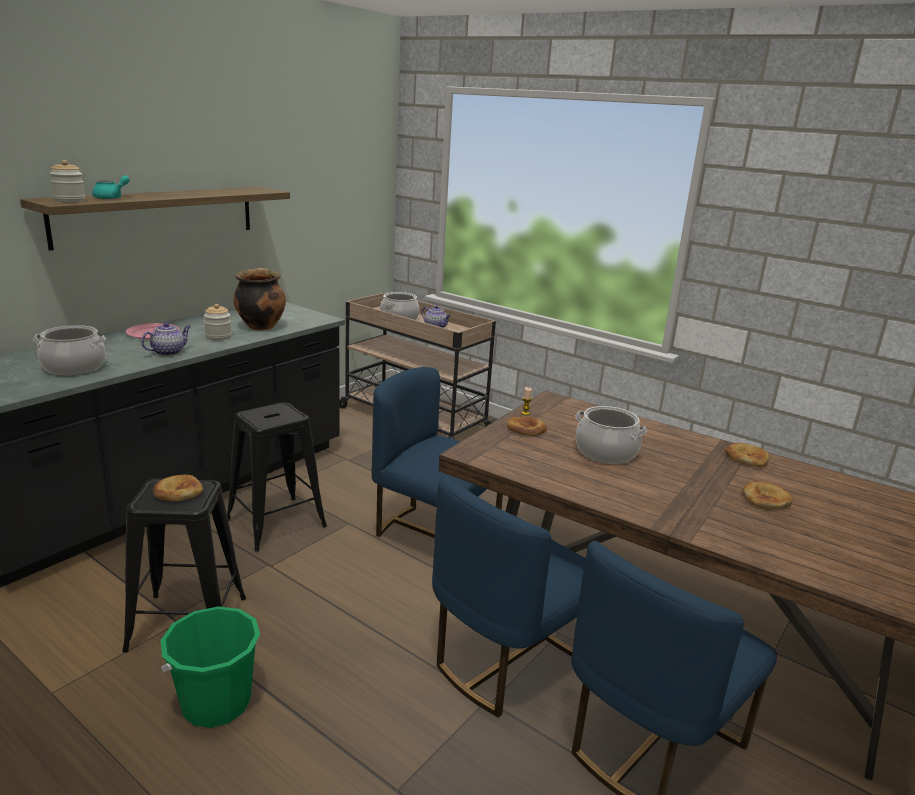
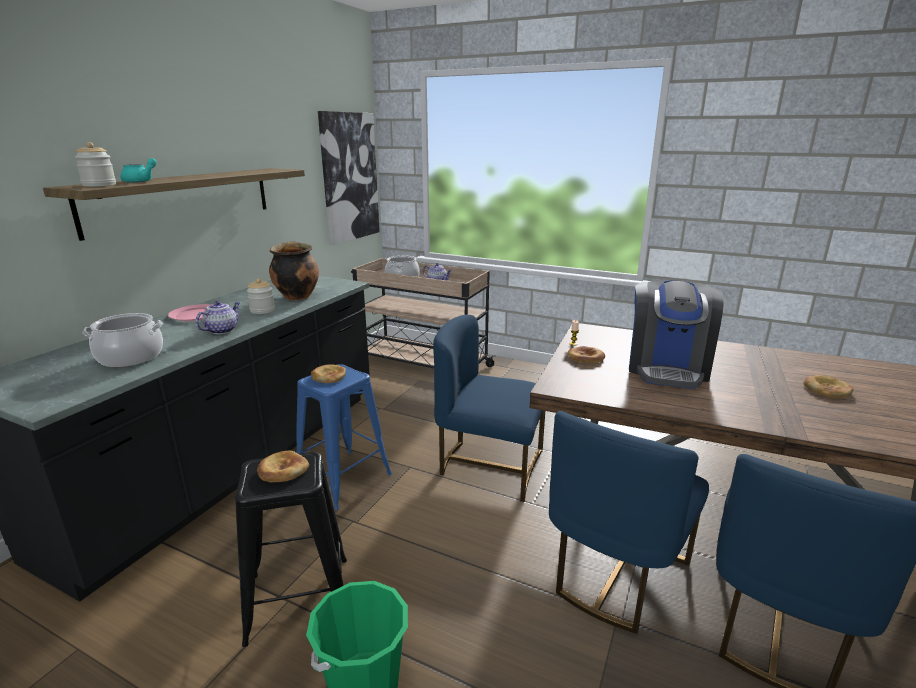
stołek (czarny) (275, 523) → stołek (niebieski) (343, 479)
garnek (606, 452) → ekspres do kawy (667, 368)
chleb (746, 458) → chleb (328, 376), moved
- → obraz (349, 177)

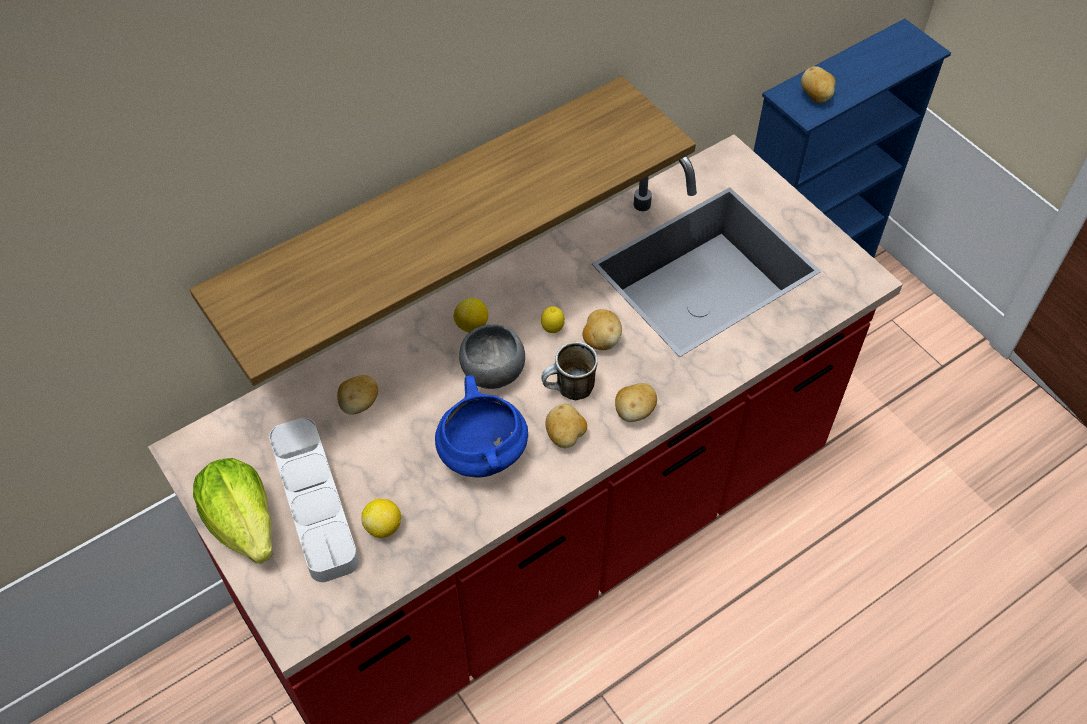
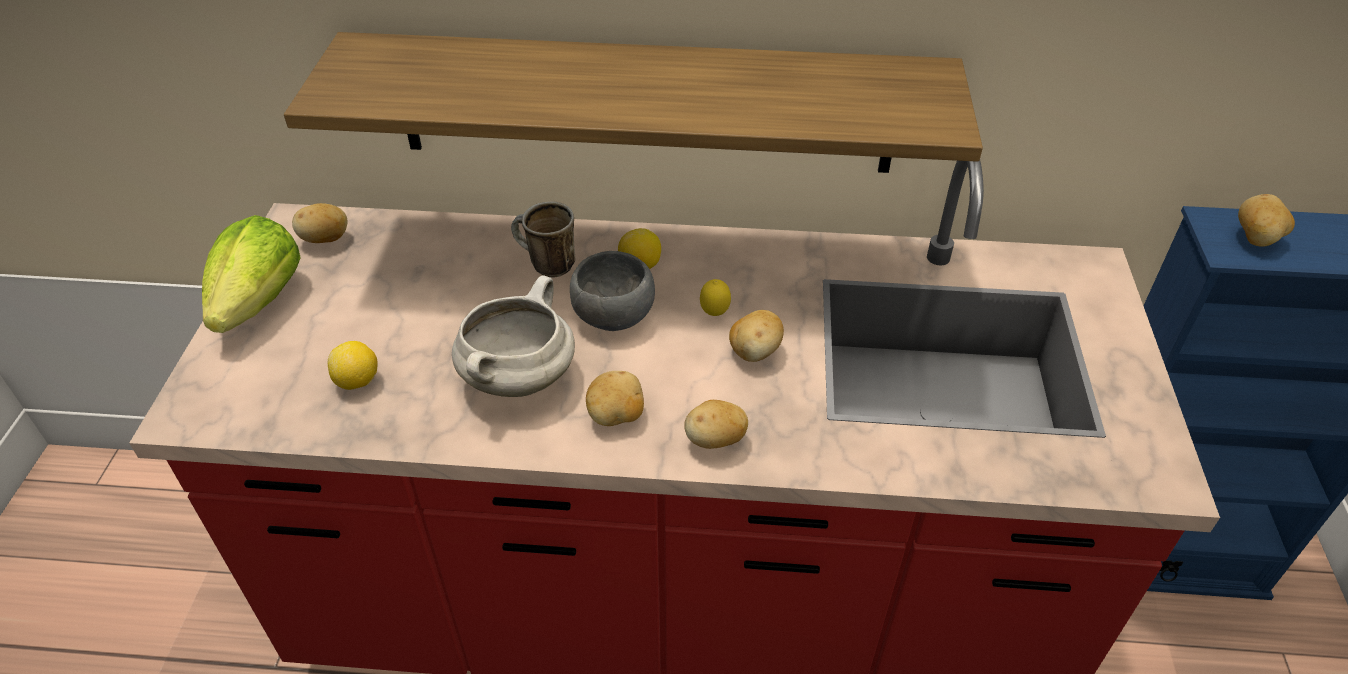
taca (szary) (314, 502) → -
ziemniak (359, 404) → ziemniak (325, 239), moved
garnek (niebieski) (481, 452) → garnek (biały) (518, 377)
kubek (569, 391) → kubek (545, 265), moved

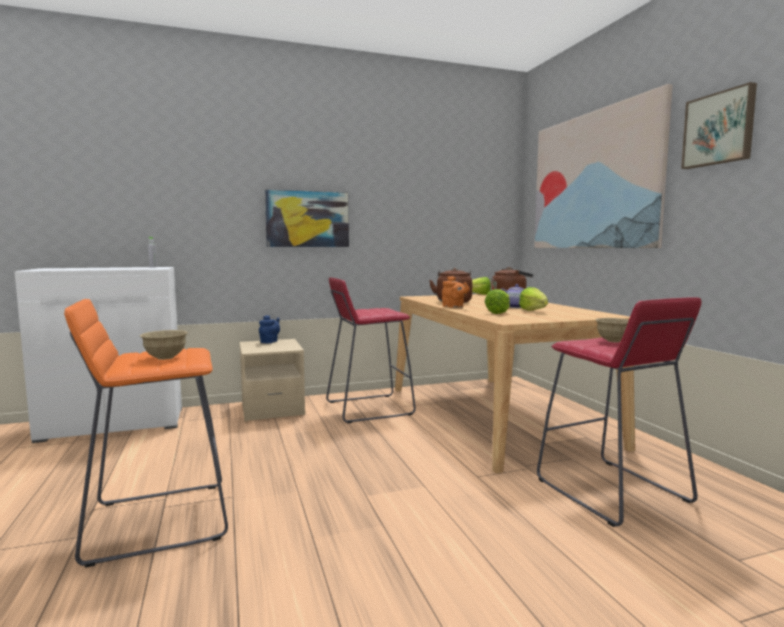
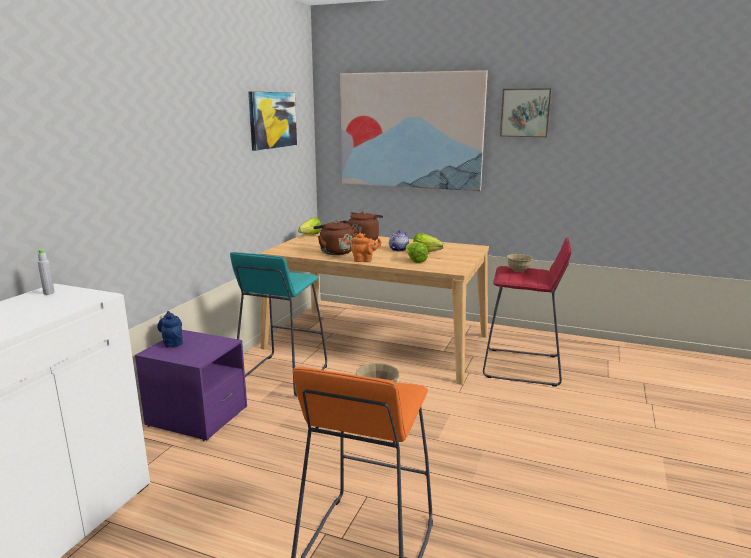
szafka nocna (beżowy) (272, 409) → szafka nocna (fioletowy) (197, 416)
obraz (307, 219) → obraz (272, 120), moved
stołek (czerwony) (368, 408) → stołek (turkusowy) (281, 375)

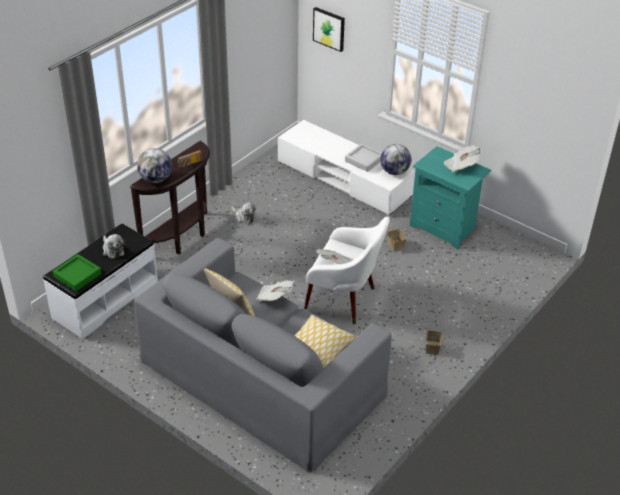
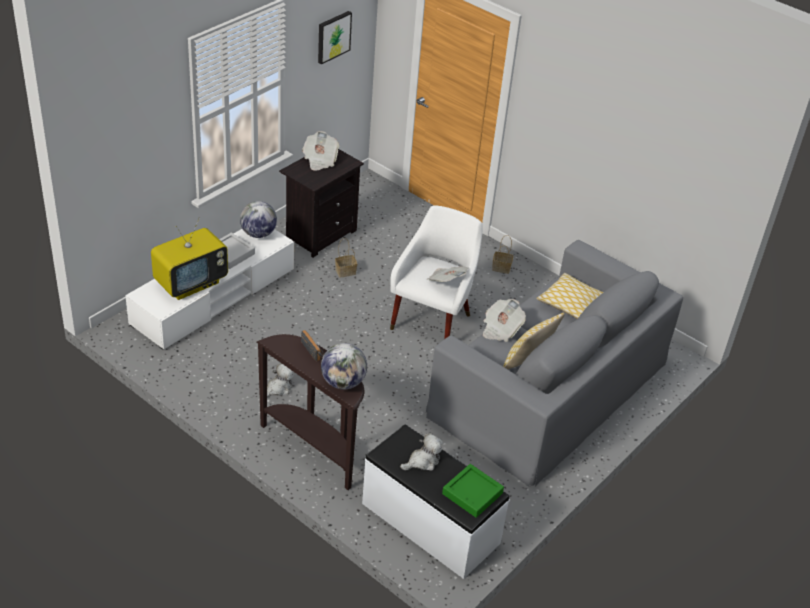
obraz (329, 28) → obraz (333, 36), moved
szafka nocna (turkusowy) (444, 227) → szafka nocna (czarny) (319, 234)
- → telewizor (191, 283)

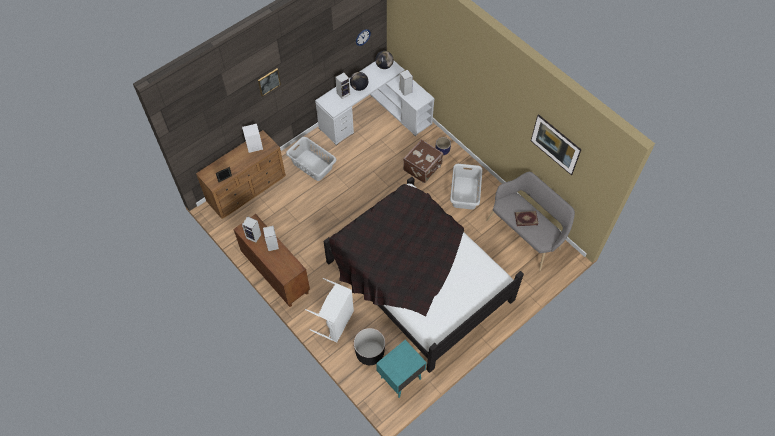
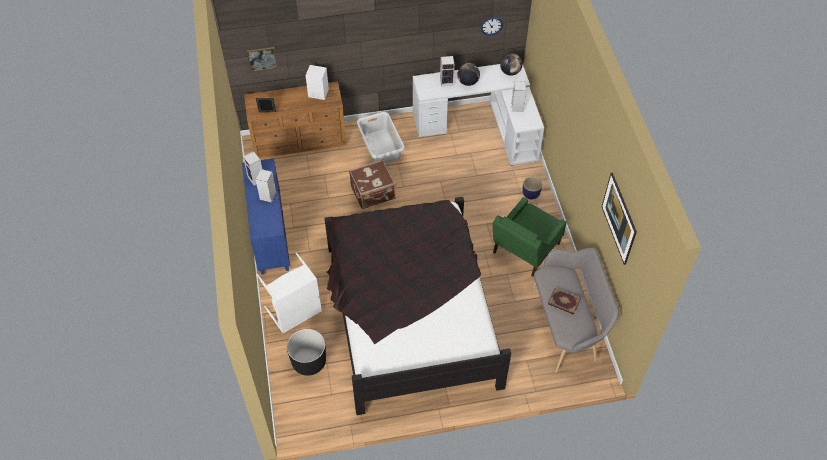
szafka (brązowy) (275, 274) → szafka (niebieski) (269, 235)
obraz (269, 82) → obraz (262, 58), moved
szafka nocna (turkusowy) (400, 378) → -
walizka (brązowy) (423, 168) → walizka (brązowy) (373, 193), moved
kosz na pranie (szary) (464, 193) → fotel (zielony) (525, 249)

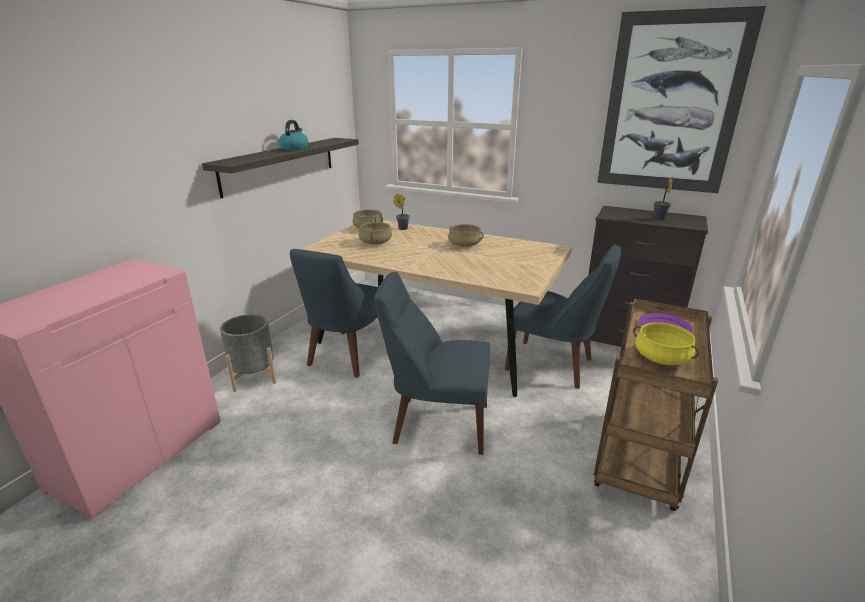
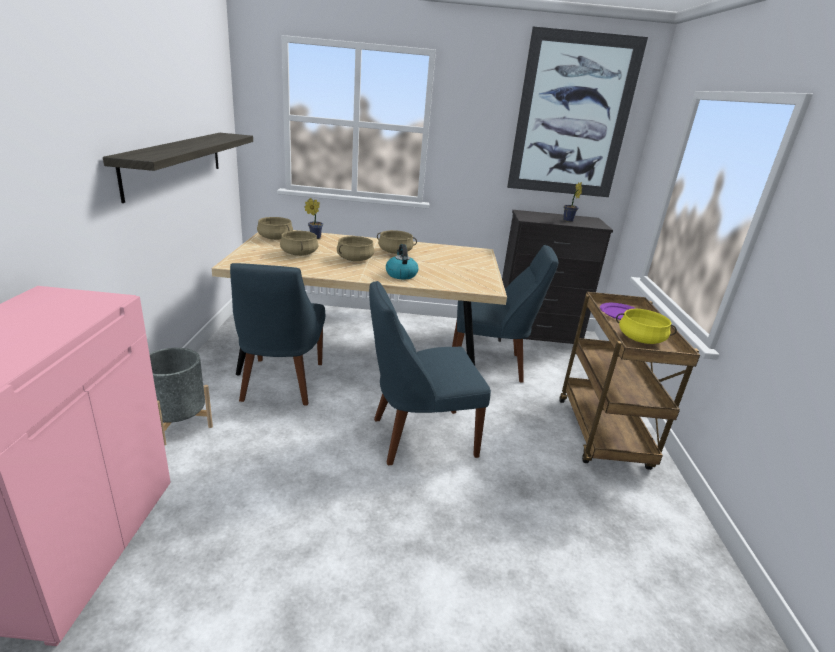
czajnik (294, 148) → czajnik (401, 274), moved
- → garnek (beżowy) (355, 259)

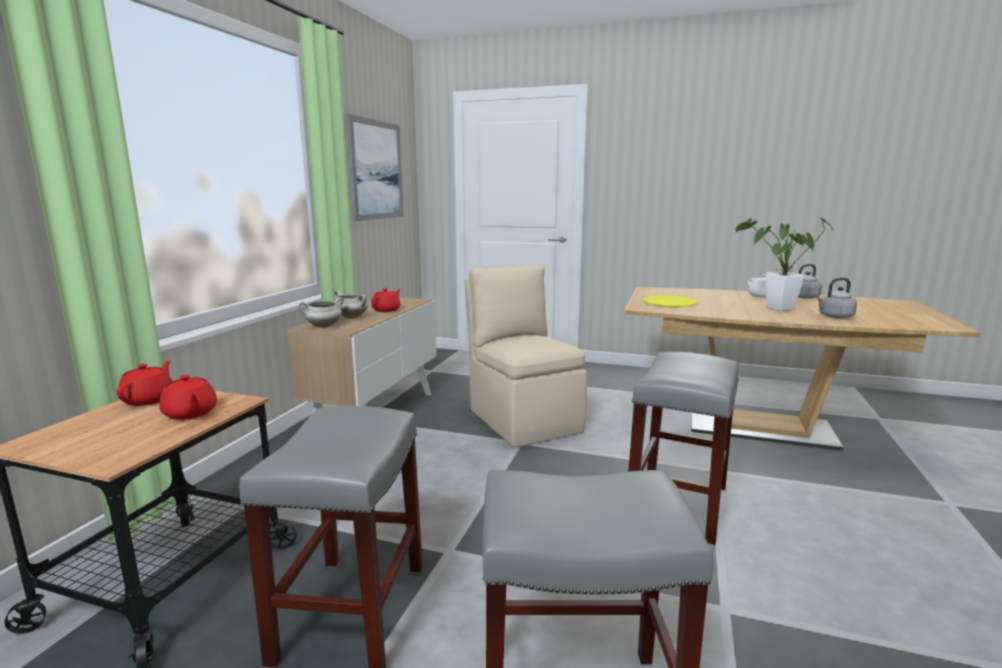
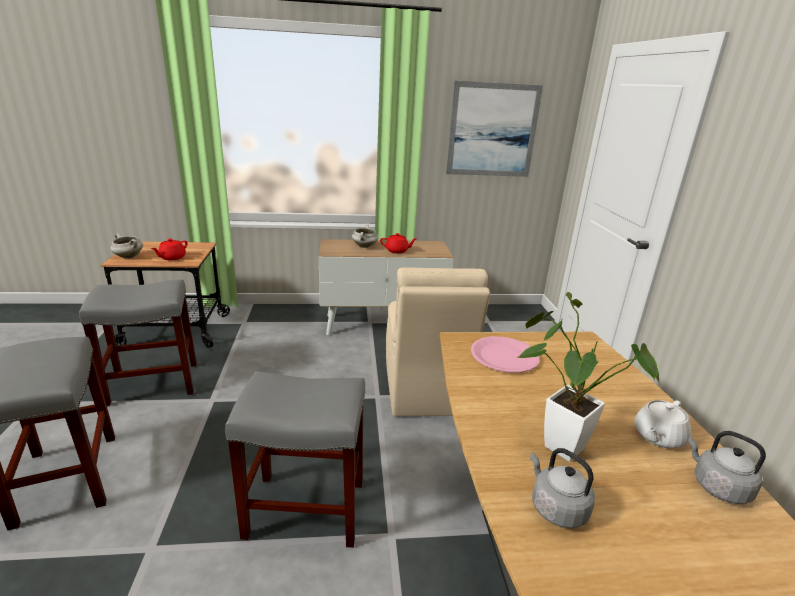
imbryk (czerwony) (149, 399) → -
garnek (biały) (323, 326) → garnek (biały) (128, 257), moved
krzesło (beżowy) (523, 419) → krzesło (beżowy) (424, 389), 135 degrees clockwise
talerz (żółty) (669, 303) → talerz (różowy) (504, 356)

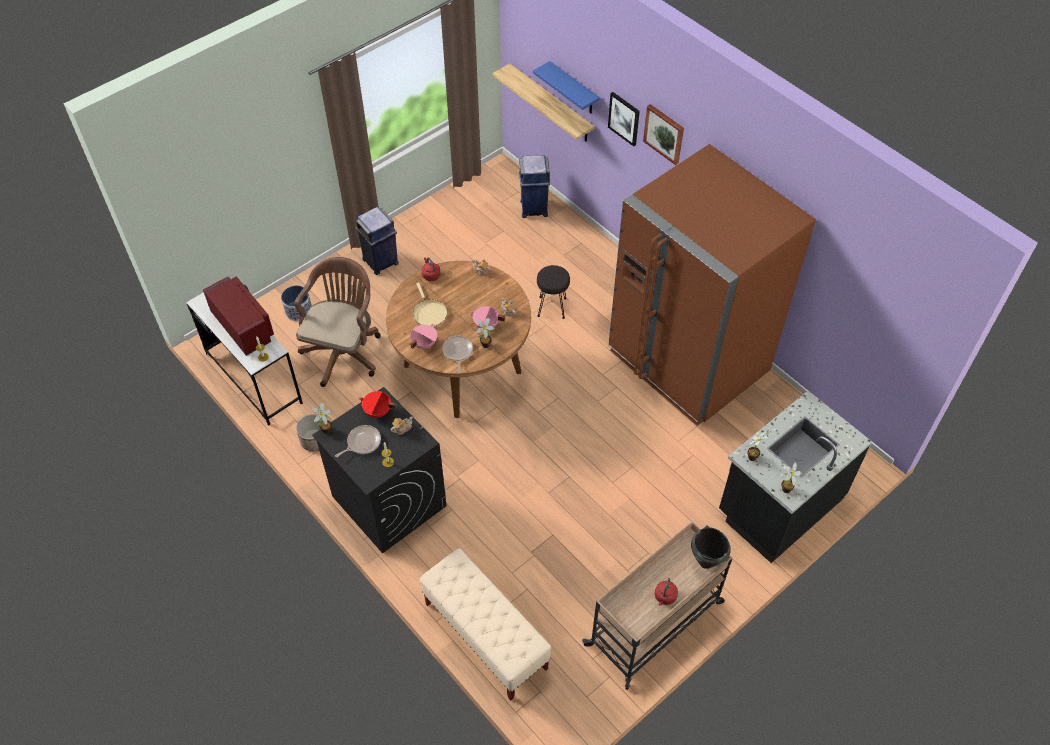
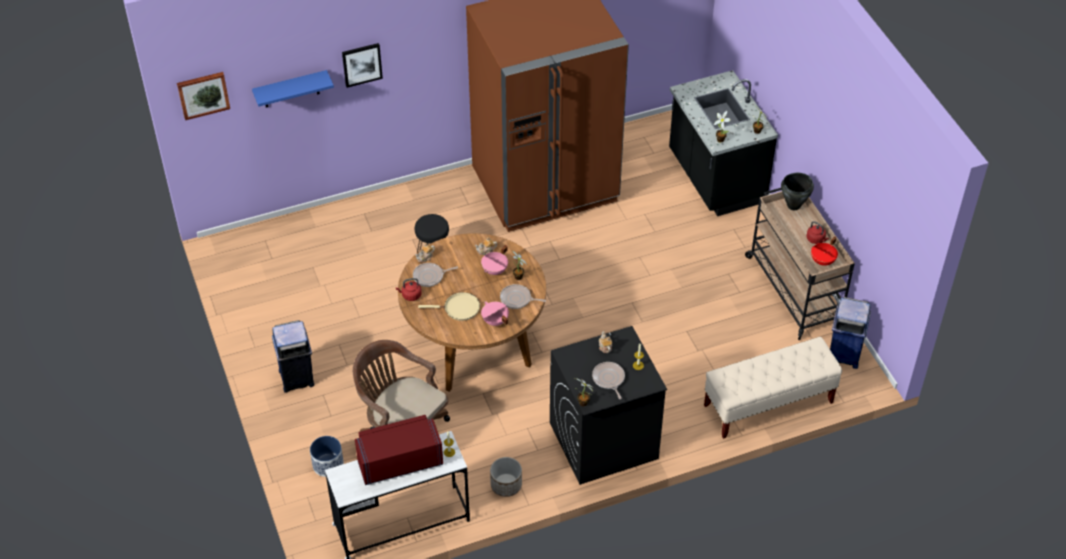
garnek (czerwony) (378, 412) → garnek (czerwony) (823, 261), moved
półka (551, 104) → -
kosz na śmieci (niebieski) (534, 208) → kosz na śmieci (niebieski) (843, 354), moved
obraz (664, 133) → obraz (203, 94), moved
- → patelnia (430, 276)

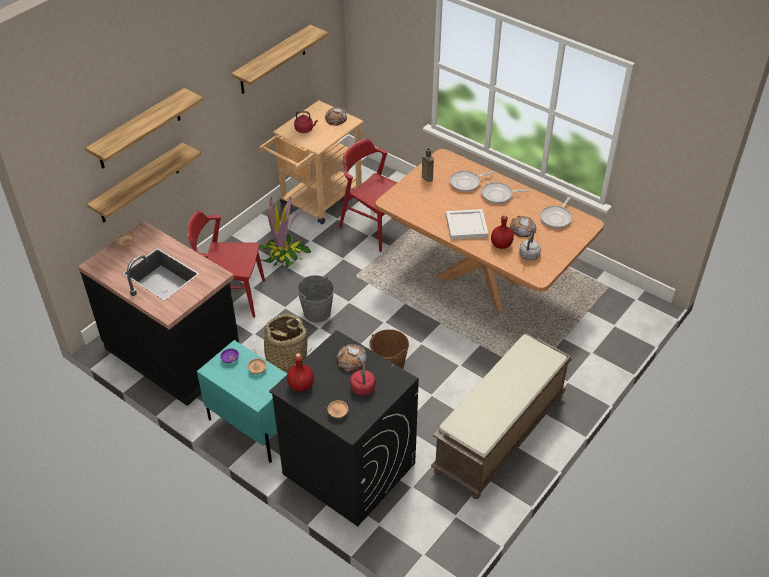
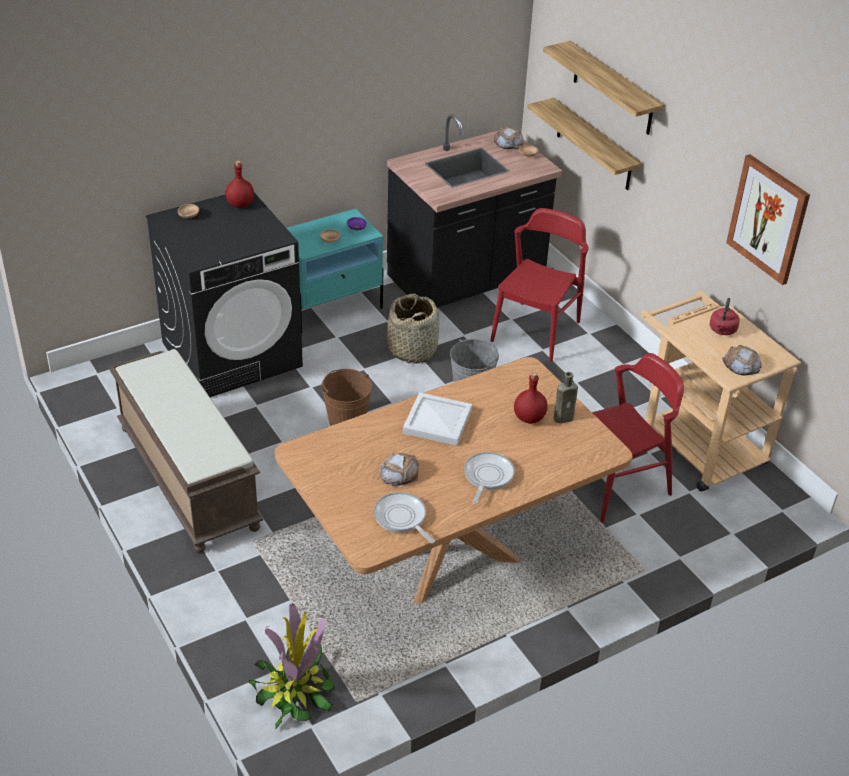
półka (272, 60) → obraz (768, 219)
roślina doniczkowa (283, 255) → roślina doniczkowa (294, 691), moved
chleb (351, 360) → chleb (508, 142), moved
czajnik (czerwony) (362, 386) → -
patelnia (467, 183) → -
butelka (czerwony) (501, 245) → butelka (czerwony) (528, 418), moved
czajnik (szary) (528, 256) → -

